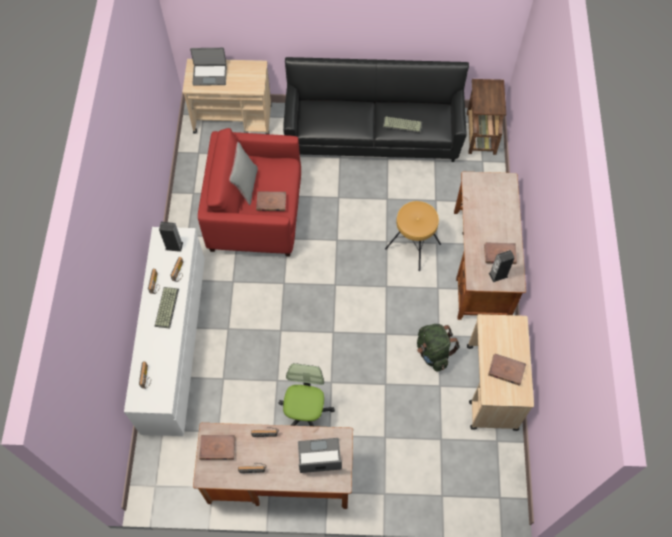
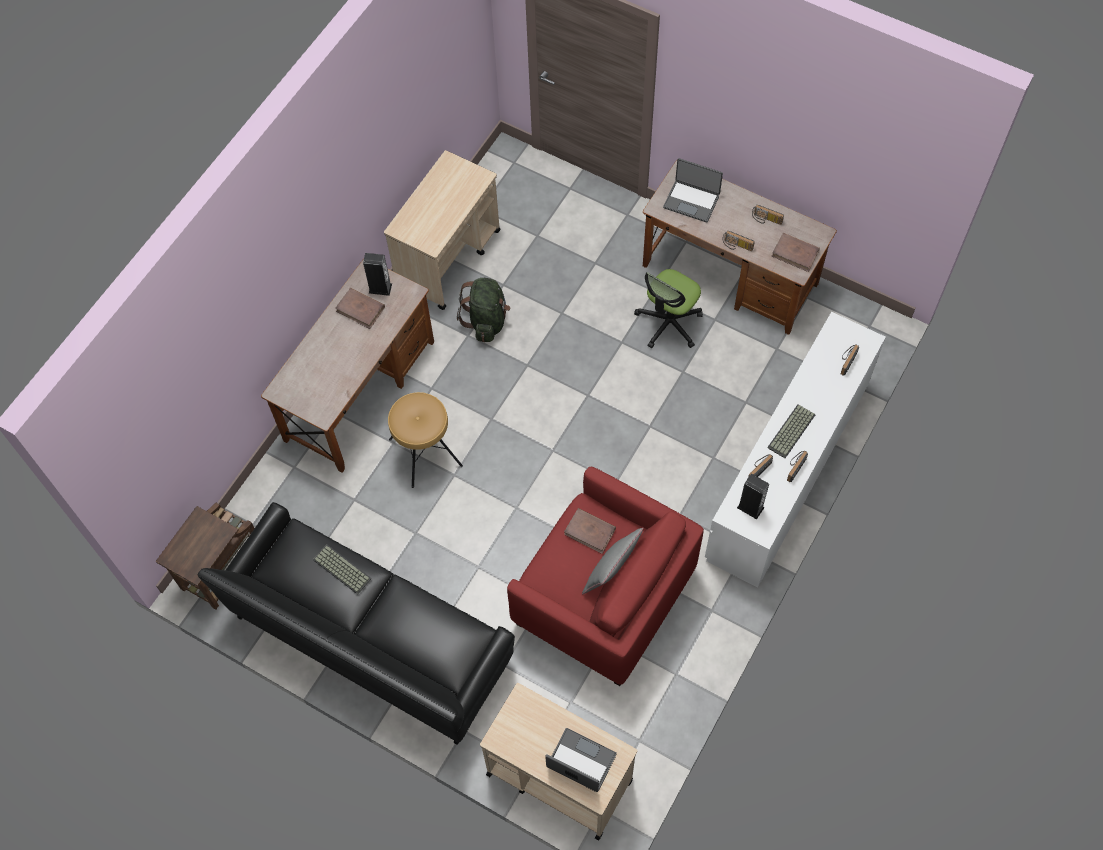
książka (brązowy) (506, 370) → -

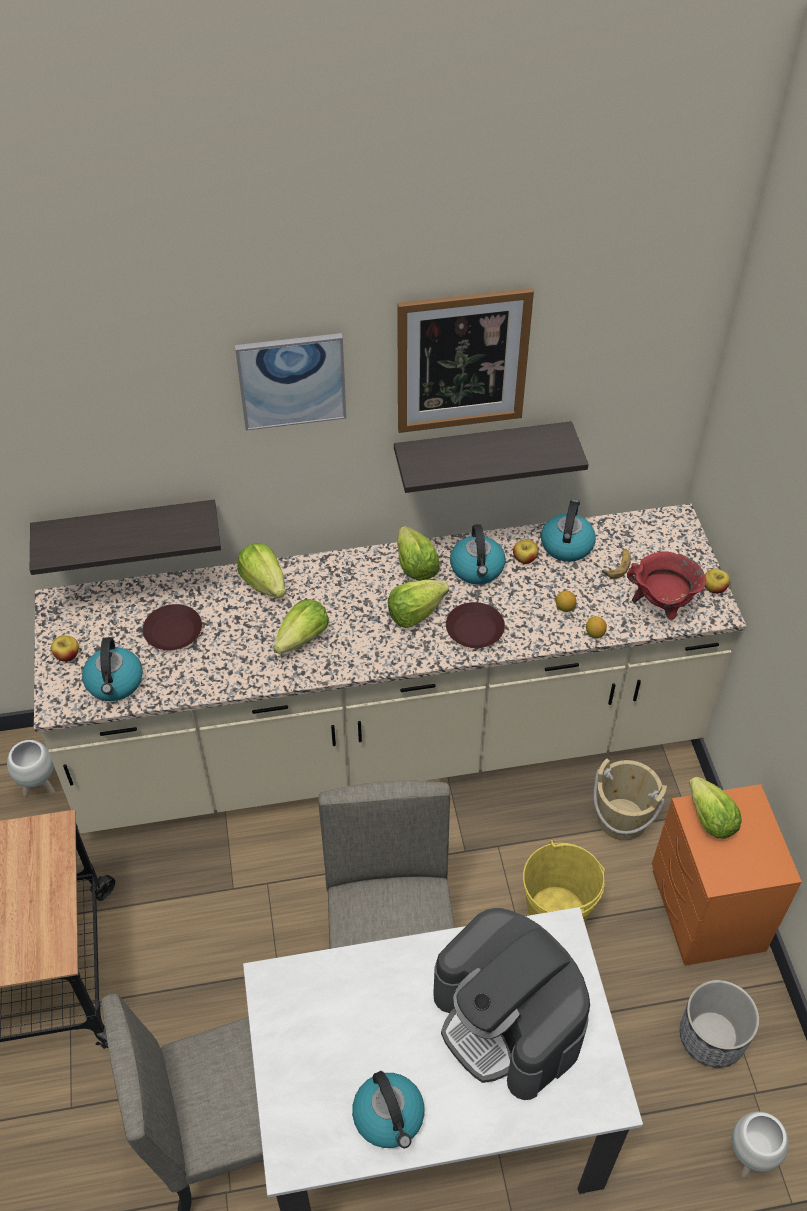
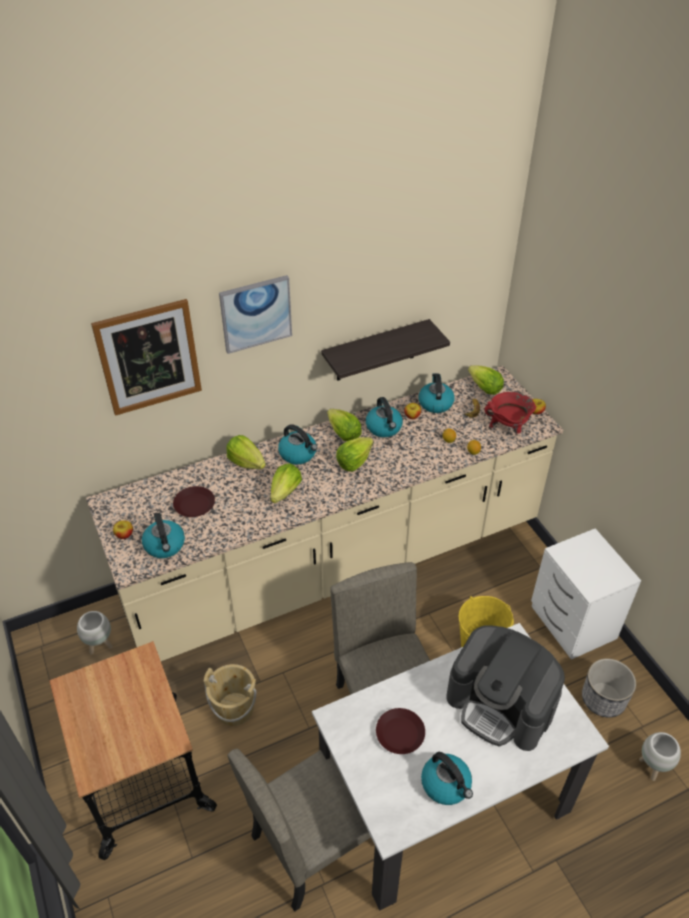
półka (128, 533) → -
obraz (462, 361) → obraz (149, 357), moved
talerz (brązowy) (474, 630) → talerz (brązowy) (400, 734), moved
wiadro (beżowy) (622, 818) → wiadro (beżowy) (234, 708), moved
szafka nocna (pomarańczowy) (706, 913) → szafka nocna (biały) (572, 624)
sałata (710, 820) → sałata (485, 388), moved
- → czajnik (298, 454)

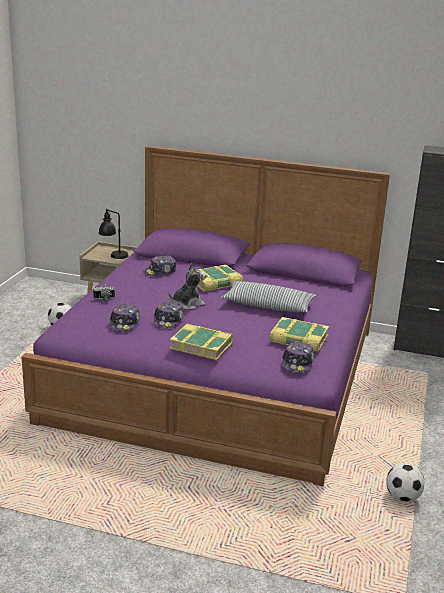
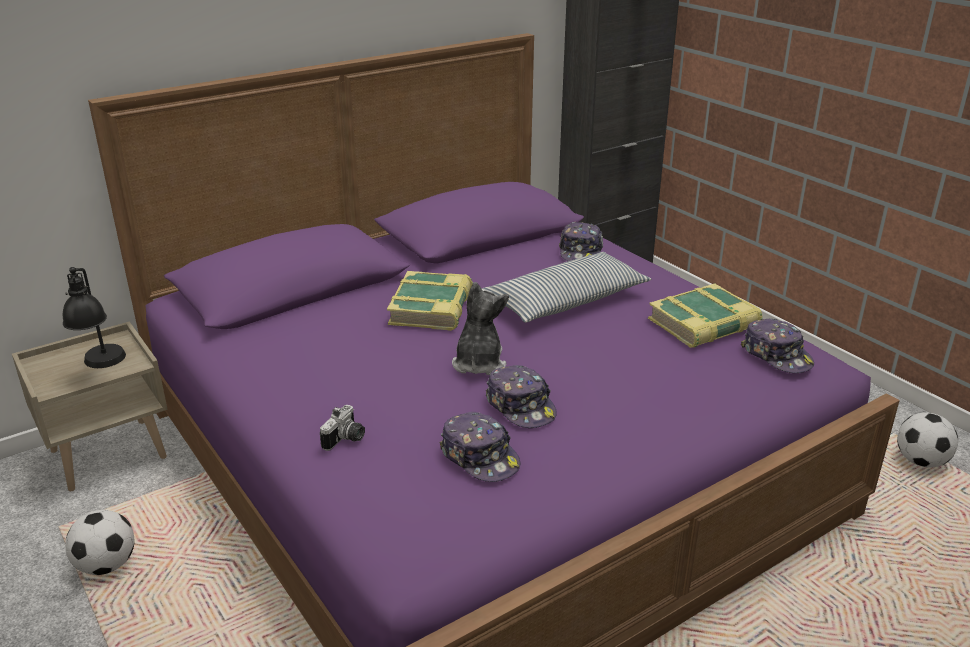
czapka z daszkiem (160, 271) → czapka z daszkiem (580, 252), moved
książka (201, 346) → -

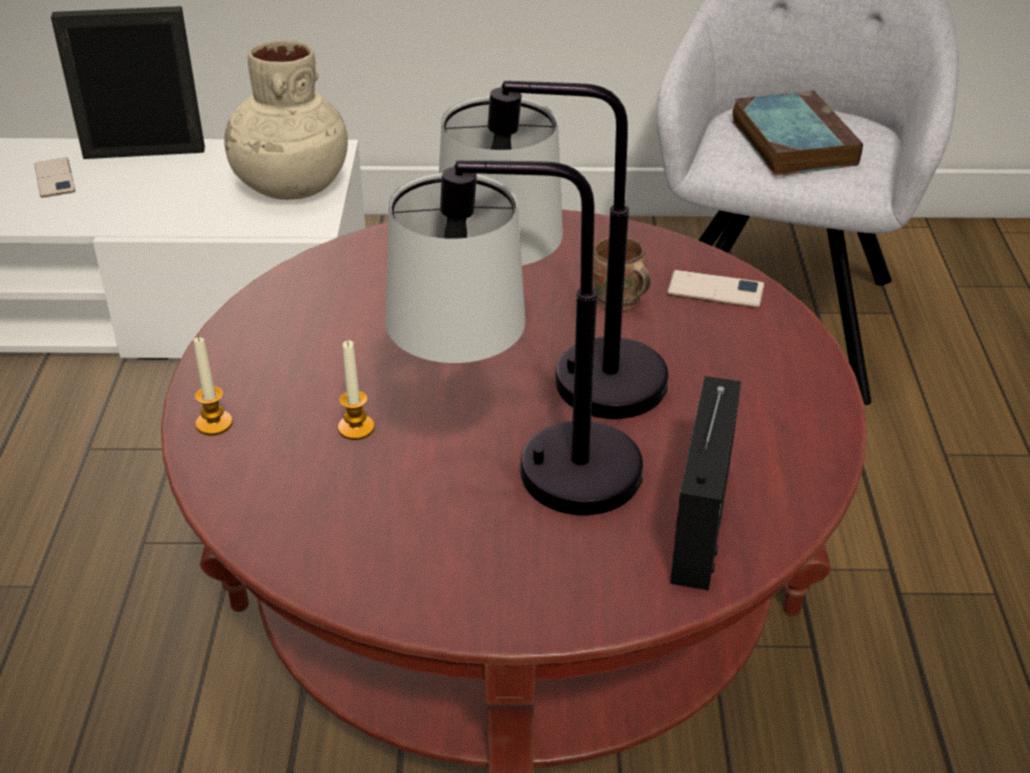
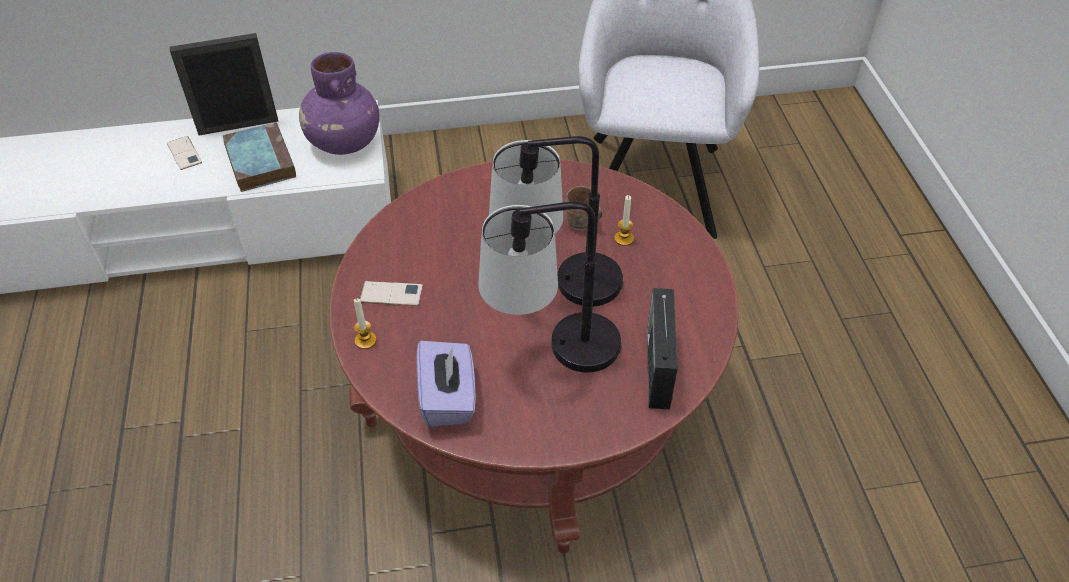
wazon (beżowy) (291, 187) → wazon (fioletowy) (344, 142)
świeca (356, 428) → świeca (624, 238), moved
telefon (715, 290) → telefon (391, 294), moved
książka (791, 141) → książka (259, 161), moved
- → pudełko chusteczek (fioletowy) (448, 398)

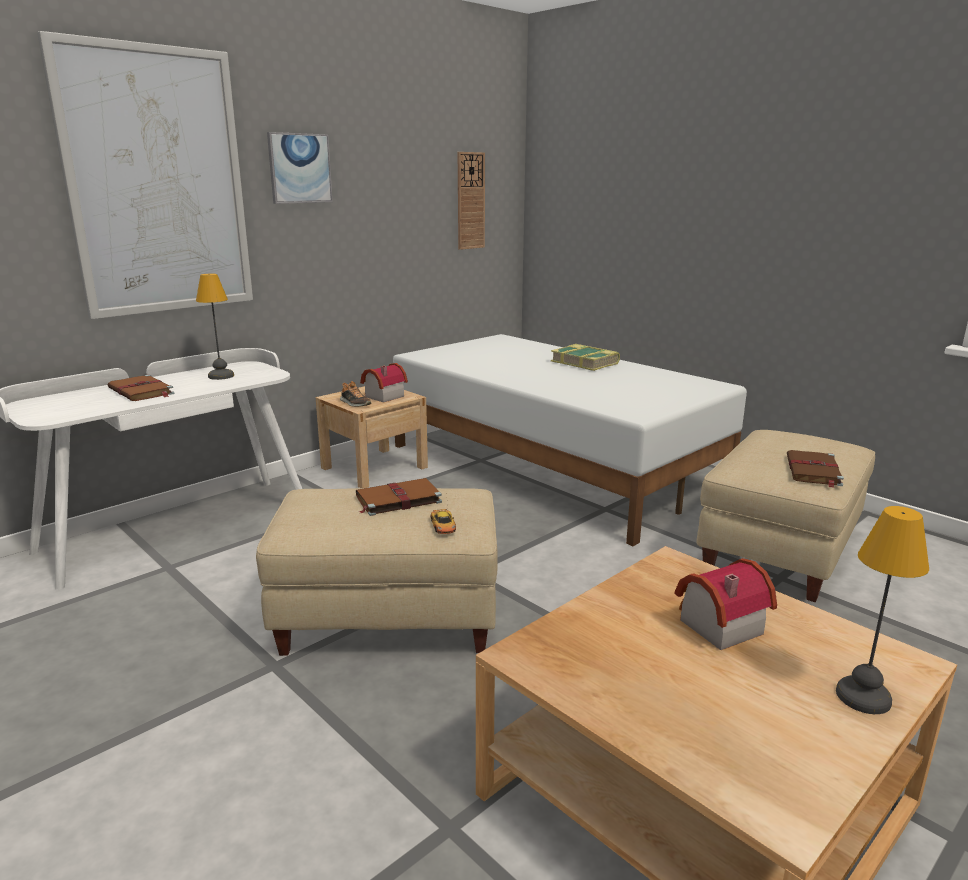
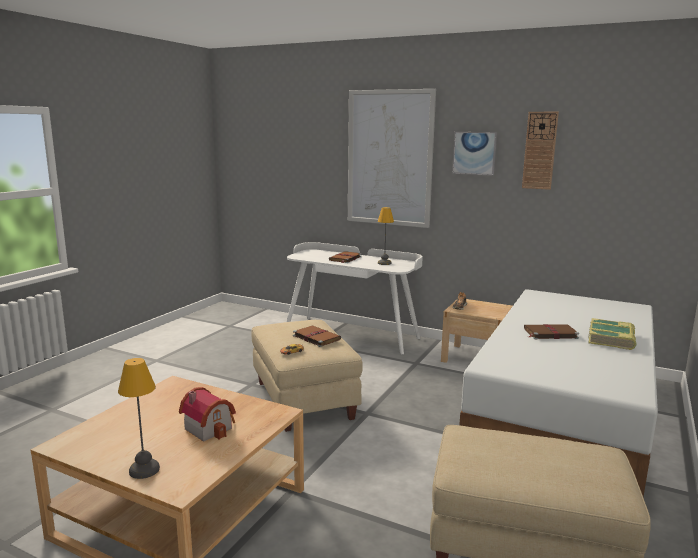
domek (382, 396) → -
zegar ścienny (470, 201) → zegar ścienny (540, 150), moved
książka (brązowy) (813, 471) → książka (brązowy) (549, 333), moved

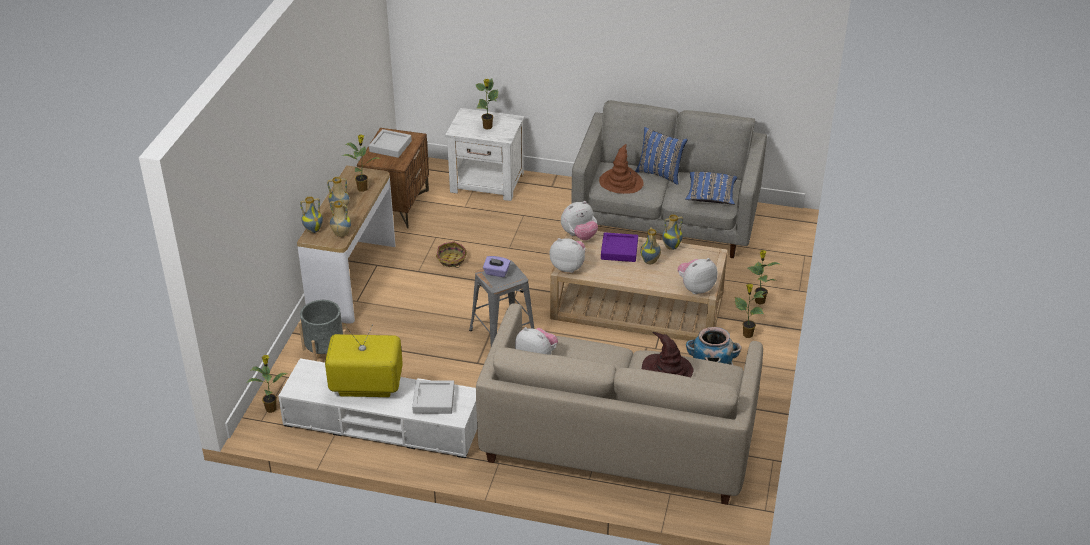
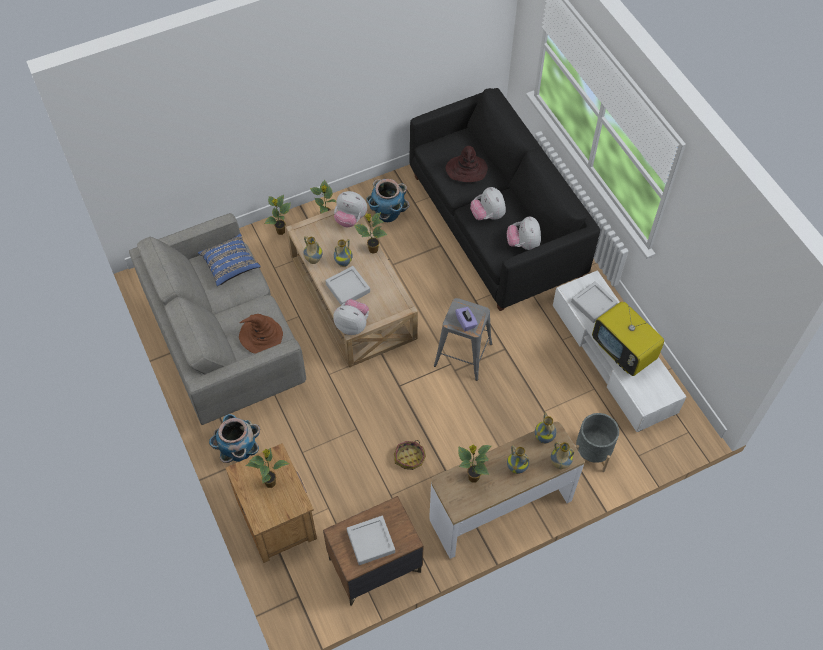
roślina doniczkowa (271, 408) → roślina doniczkowa (372, 250), moved
szafka nocna (biały) (487, 183) → szafka nocna (brązowy) (277, 518)
kanapa (beżowy) (617, 440) → kanapa (czarny) (496, 225)
pluszak (568, 267) → pluszak (487, 215), moved
taca (fioletowy) (619, 250) → taca (szary) (348, 288)
poduszka (niebieski) (660, 173) → -
- → donica (239, 451)

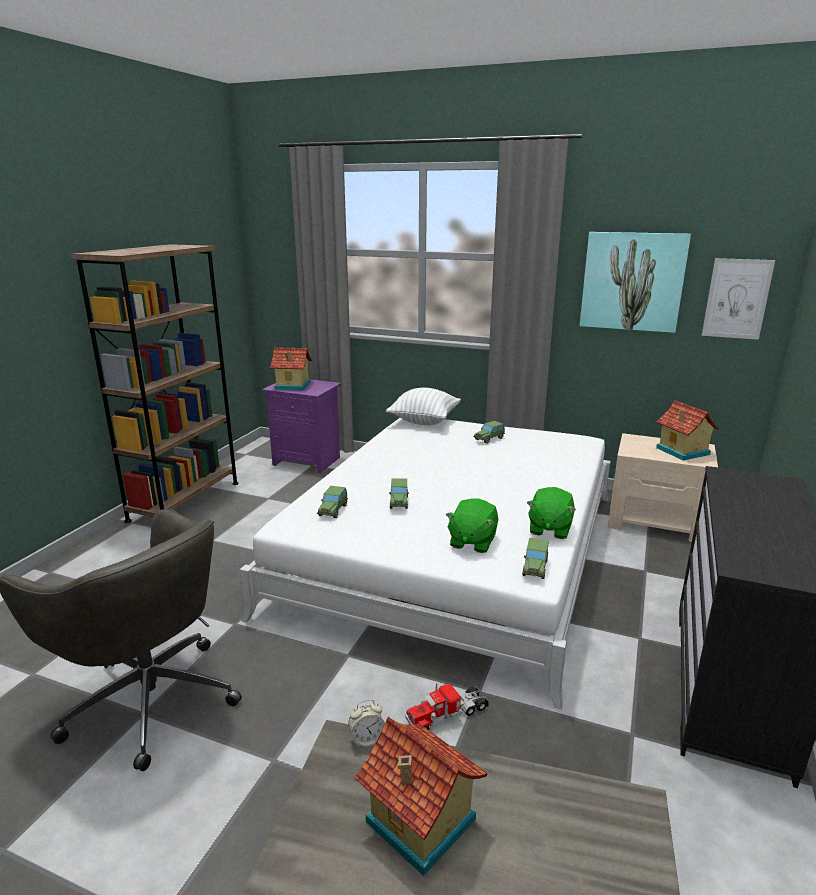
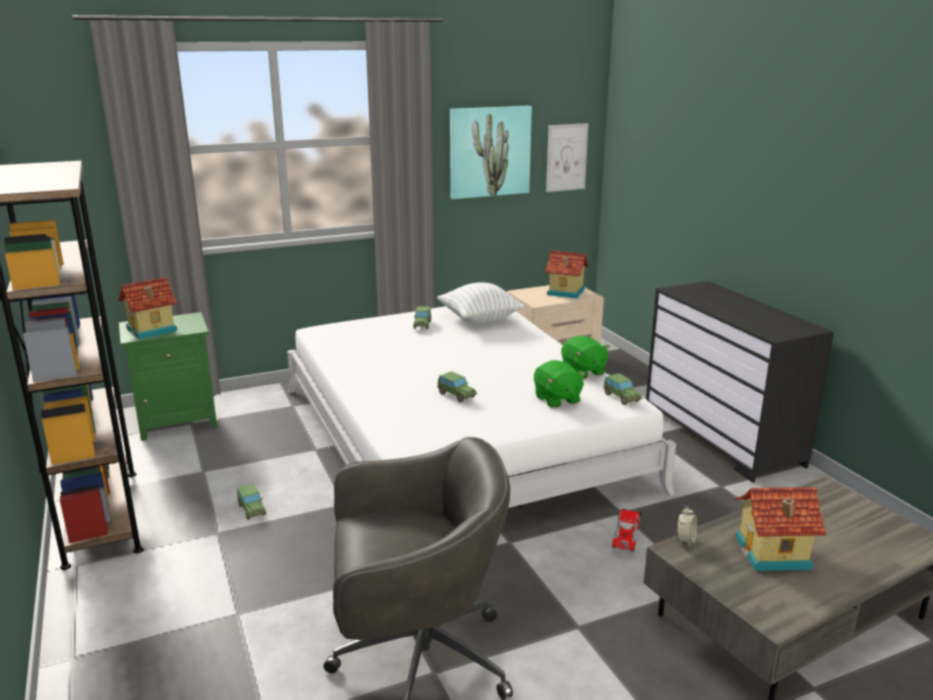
szafka nocna (fioletowy) (307, 461) → szafka nocna (zielony) (177, 421)
samochodzik (333, 510) → samochodzik (252, 510), moved
poduszka (biały) (424, 421) → poduszka (biały) (479, 319), moved

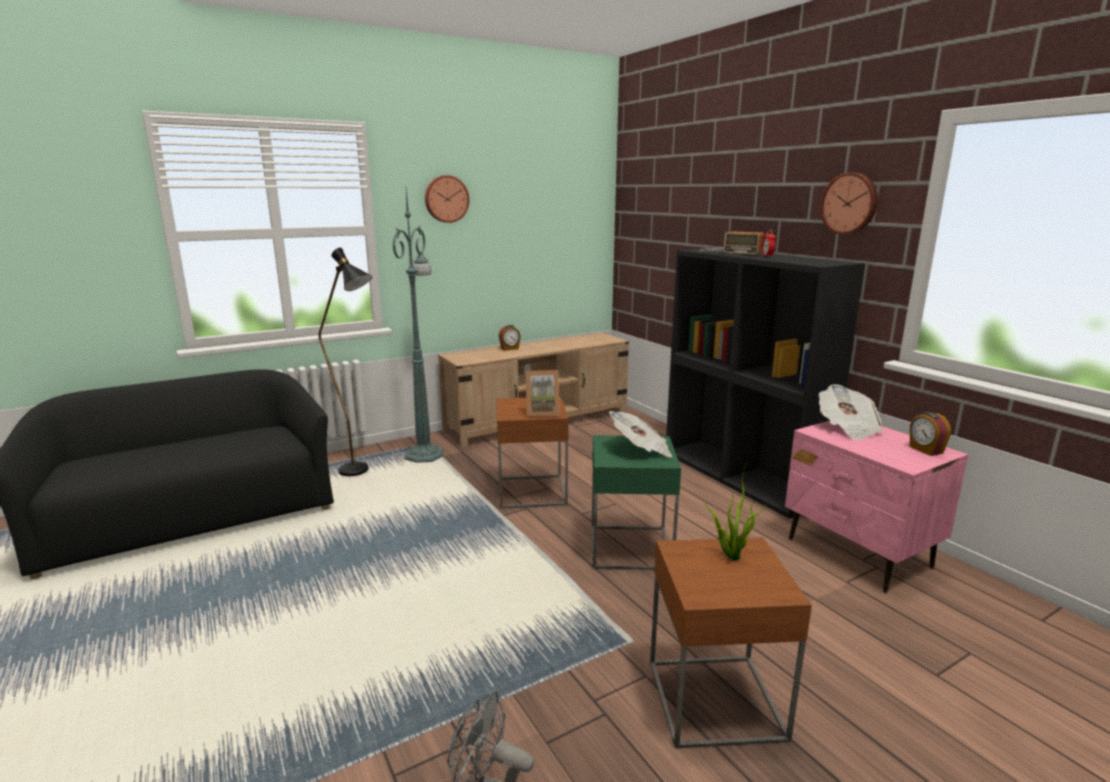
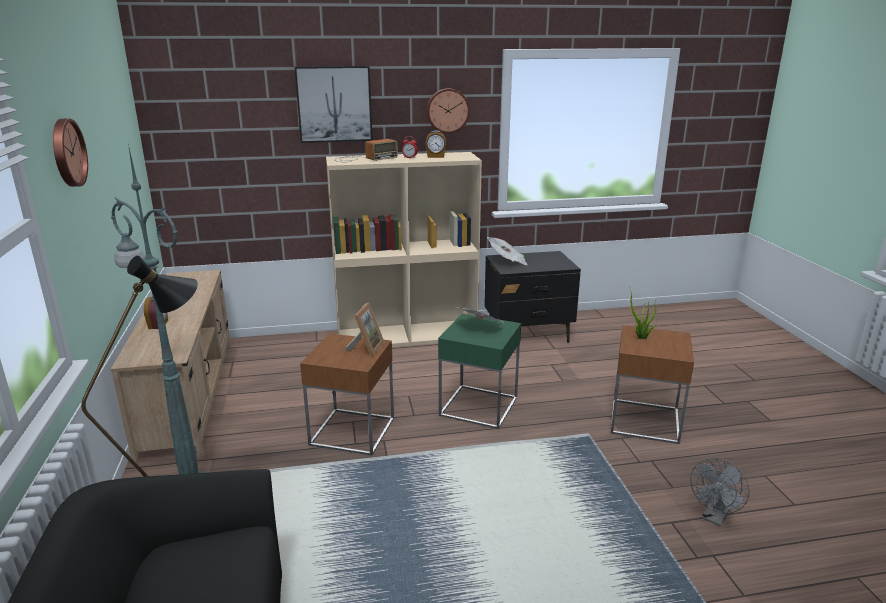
regał (czarny) (741, 477) → regał (beżowy) (407, 335)
szafka nocna (różowy) (858, 553) → szafka nocna (czarny) (528, 334)
budzik (925, 450) → budzik (435, 156), moved
- → obraz (334, 104)

